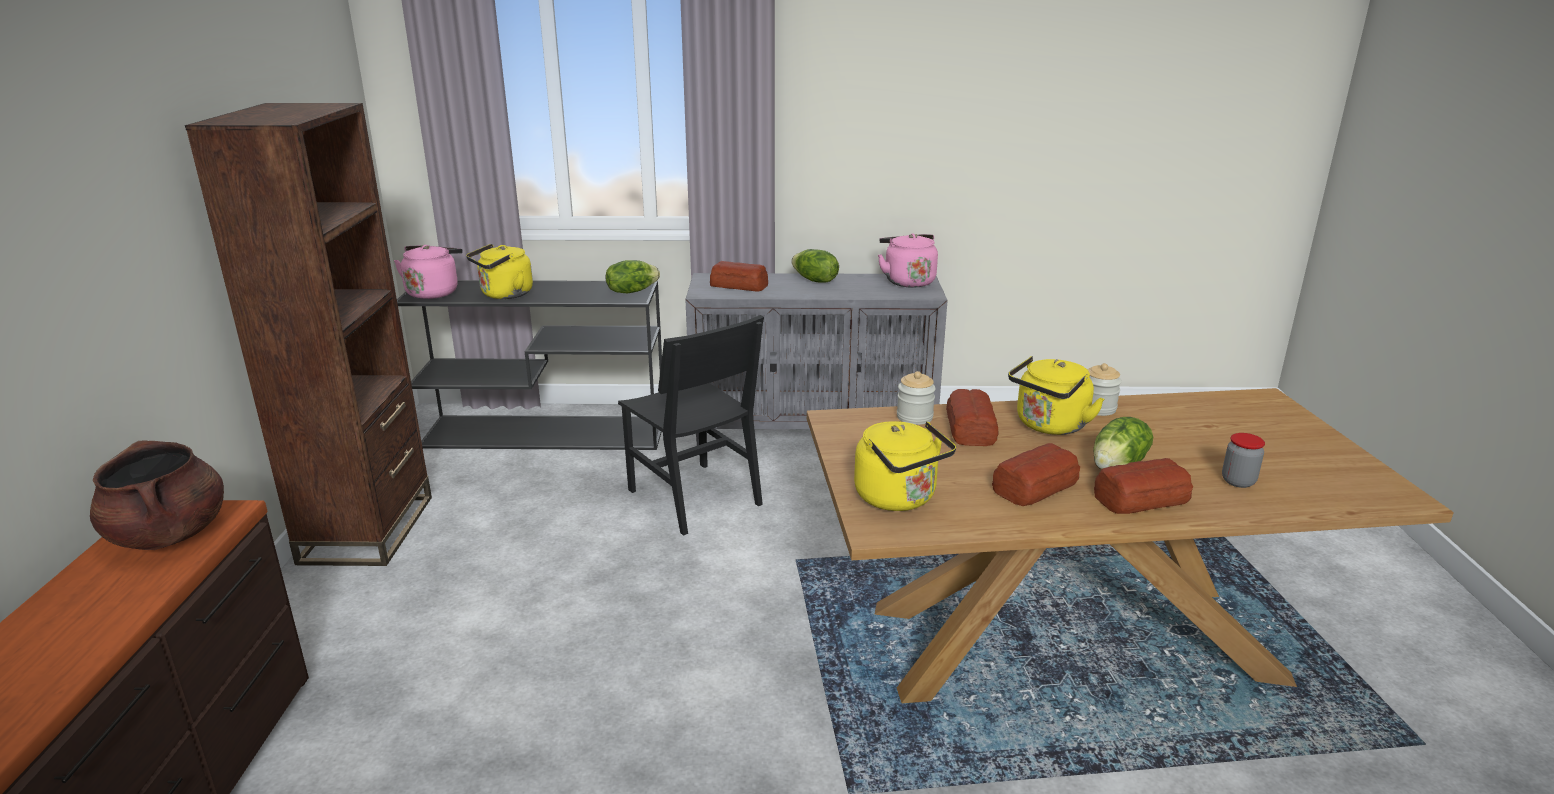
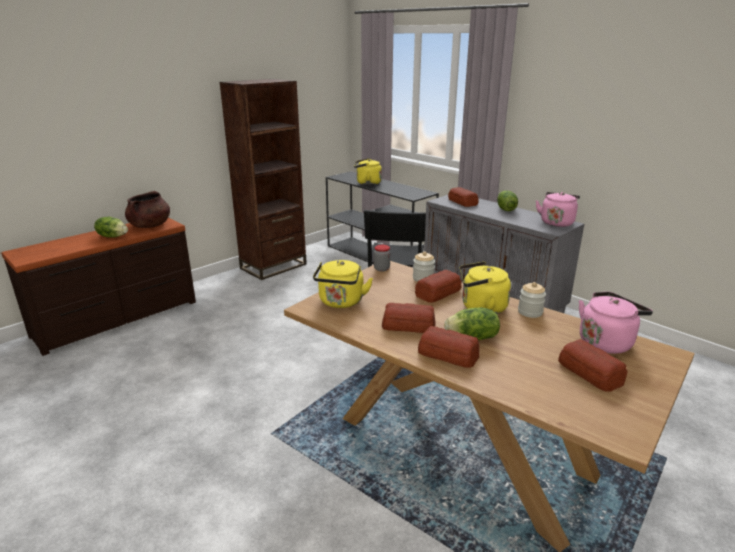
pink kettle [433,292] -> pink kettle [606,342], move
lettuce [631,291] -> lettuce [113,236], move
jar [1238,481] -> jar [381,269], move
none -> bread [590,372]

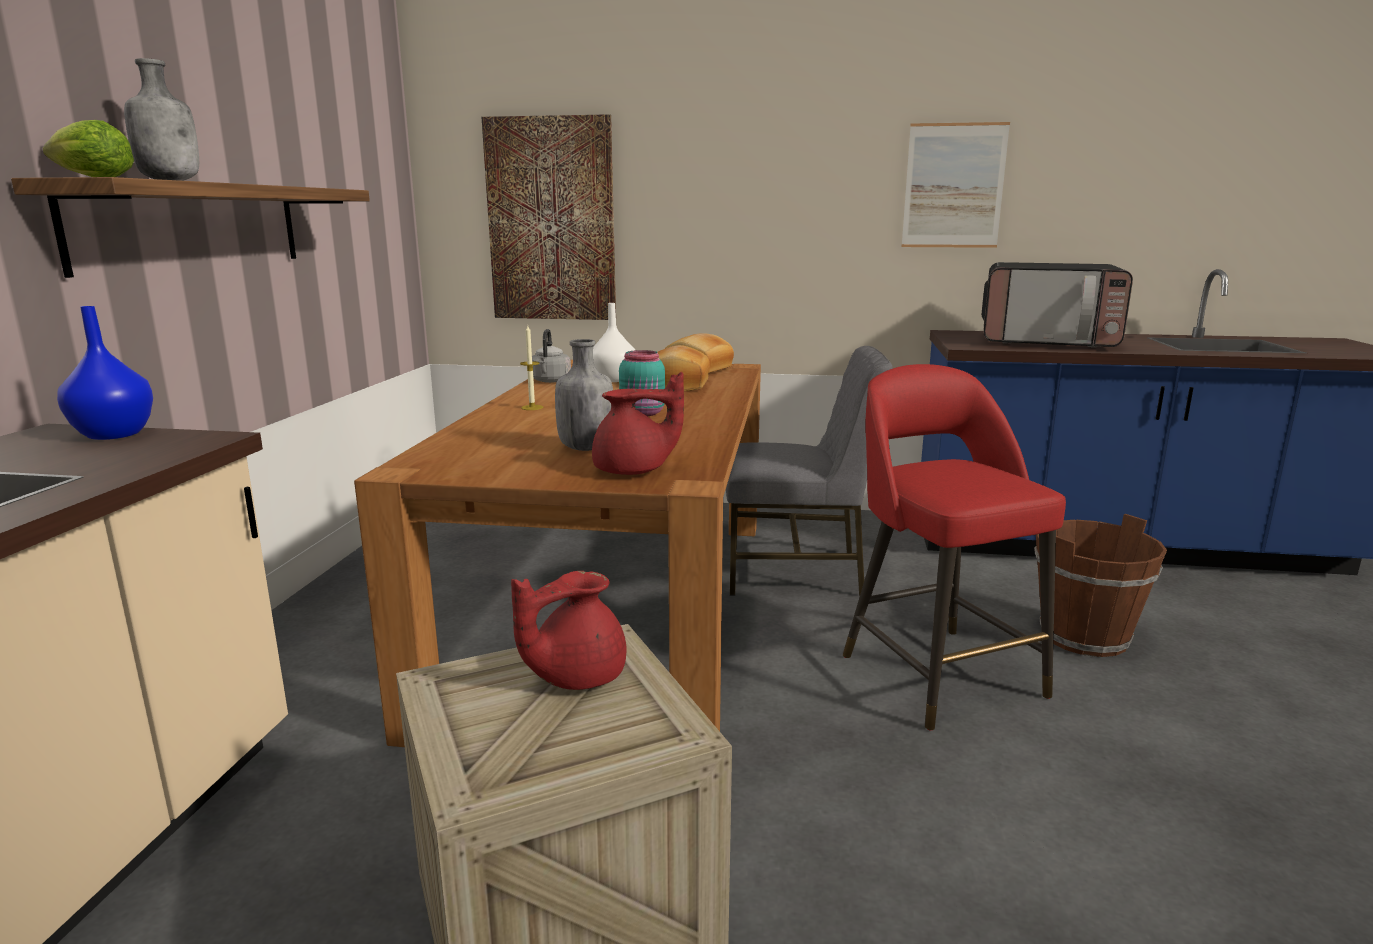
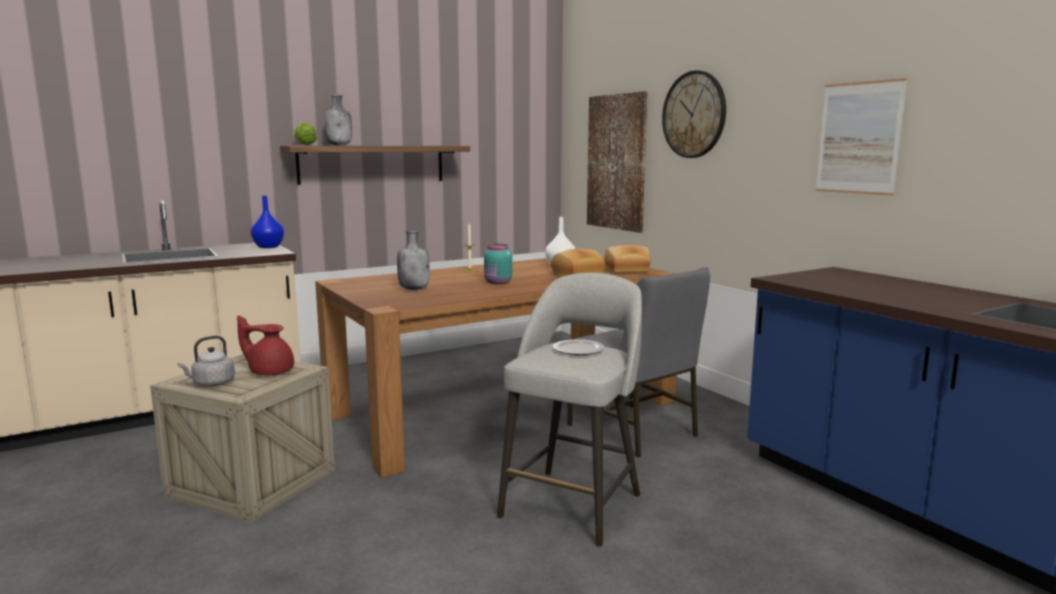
microwave [1048,341] -> none
grey kettle [550,381] -> grey kettle [211,383], move
red stool [938,672] -> grey stool [573,503]
red teapot [634,471] -> none
brown bucket [1084,637] -> none
none -> wall clock [694,115]
none -> plate [577,350]

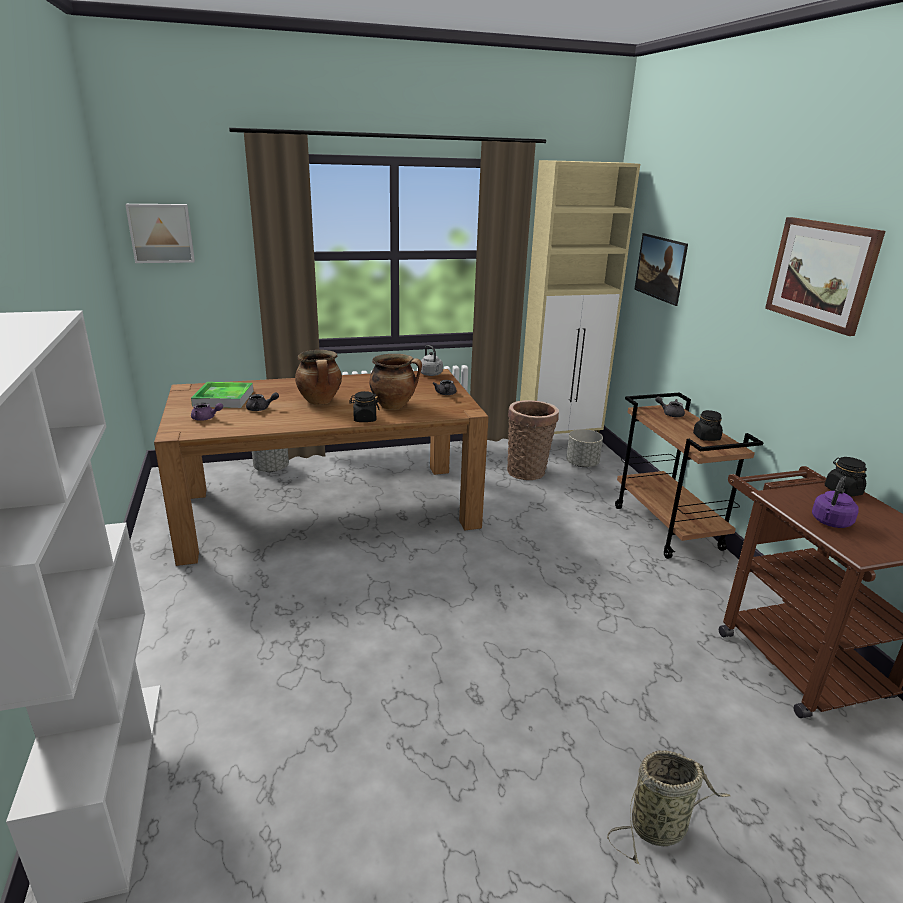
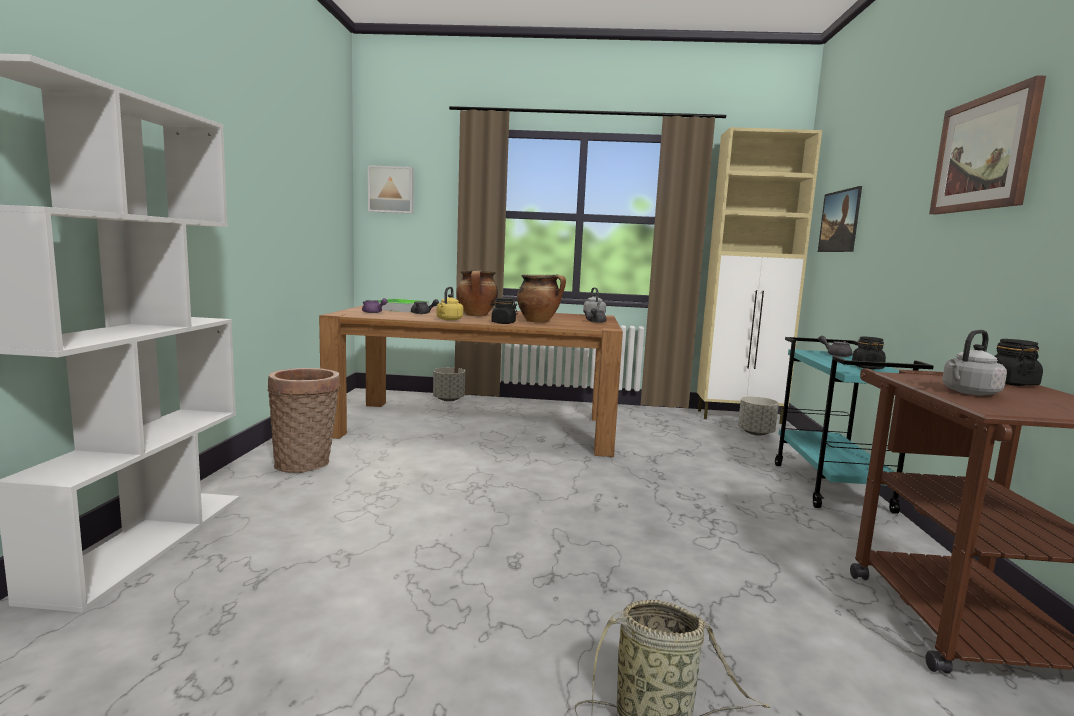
brown cart [668,528] -> turquoise cart [832,487]
basket [528,471] -> basket [306,463], move
purple kettle [830,522] -> grey kettle [968,392]
none -> yellow kettle [449,320]

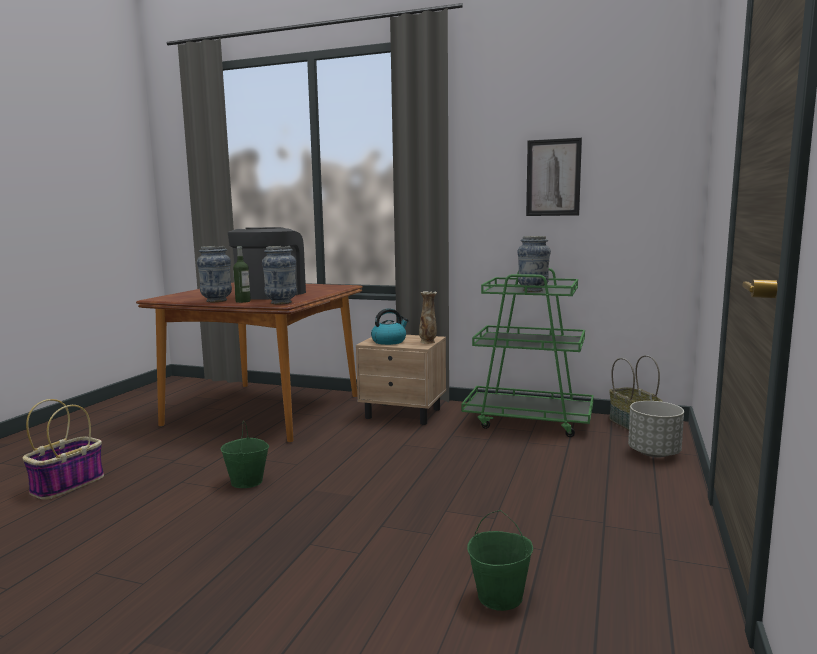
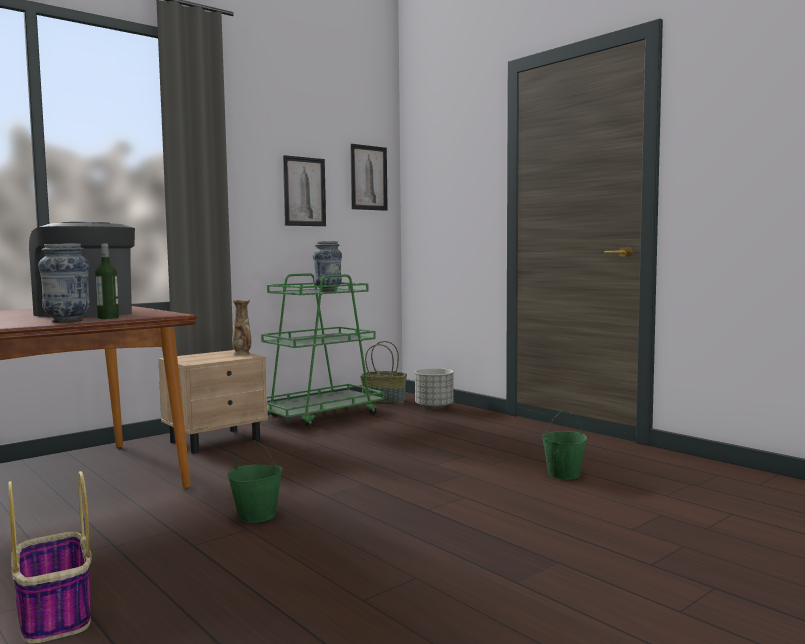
vase [281,303] -> none
kettle [389,341] -> none
none -> picture [368,178]

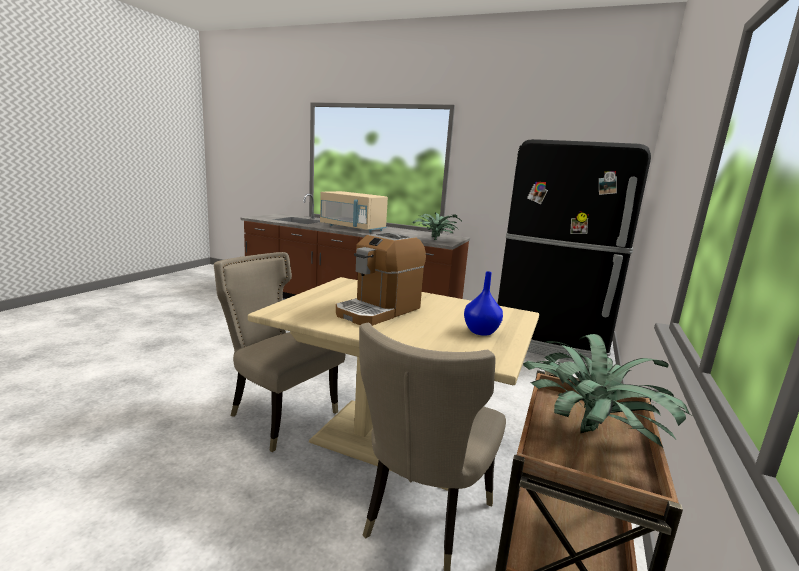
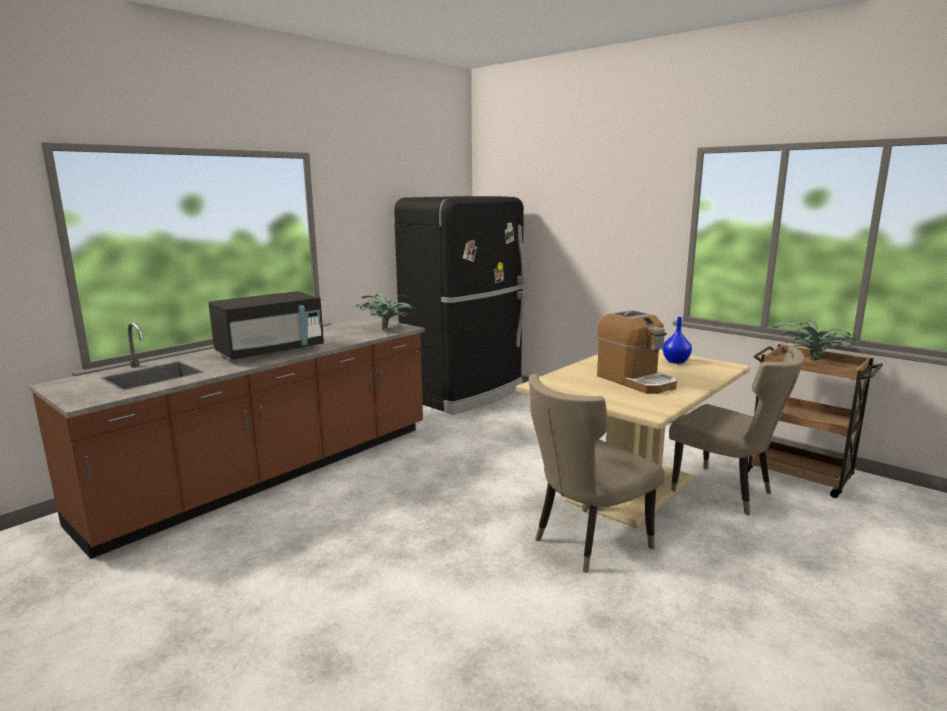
beige microwave [352,228] -> black microwave [270,352]

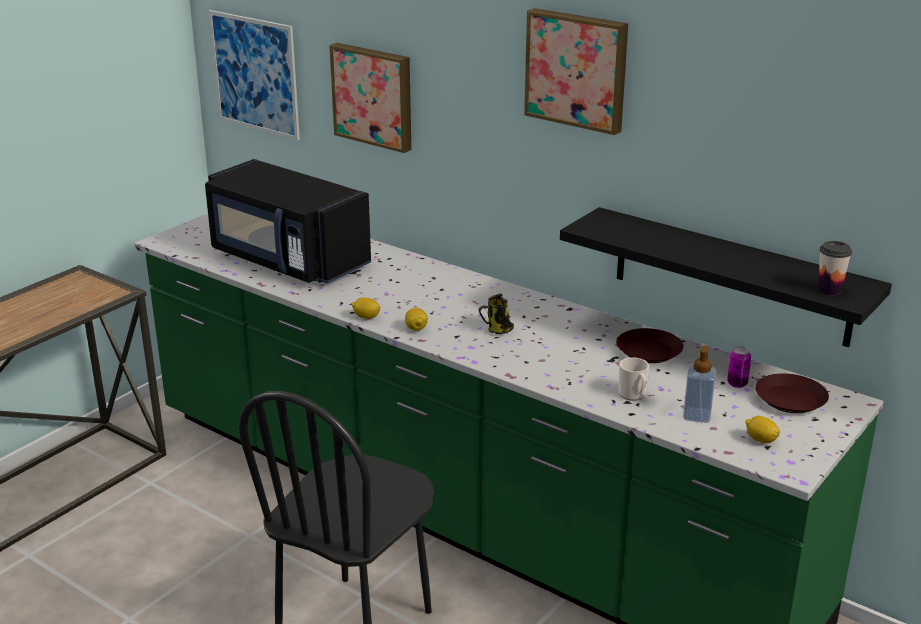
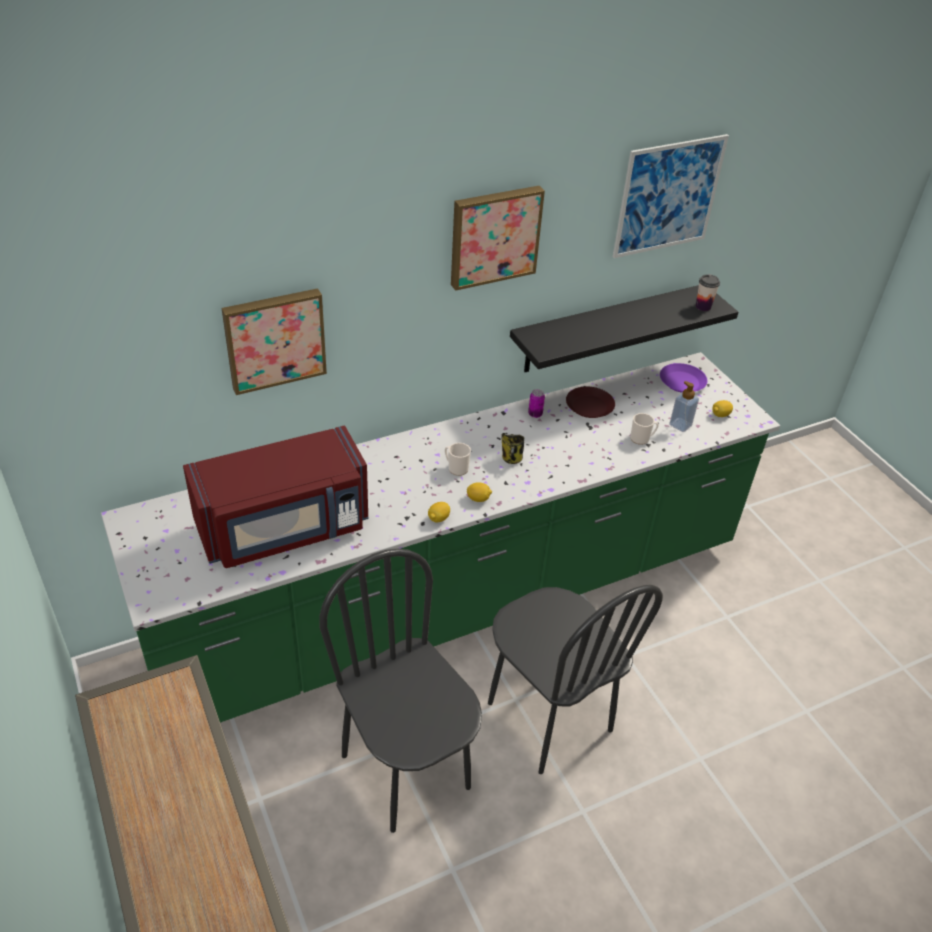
picture [255,74] -> picture [668,196], move
black microwave [287,260] -> red microwave [284,528]
can [737,384] -> can [535,414], move
brown plate [789,399] -> purple plate [681,382]
none -> mug [456,468]
none -> black chair [406,770]

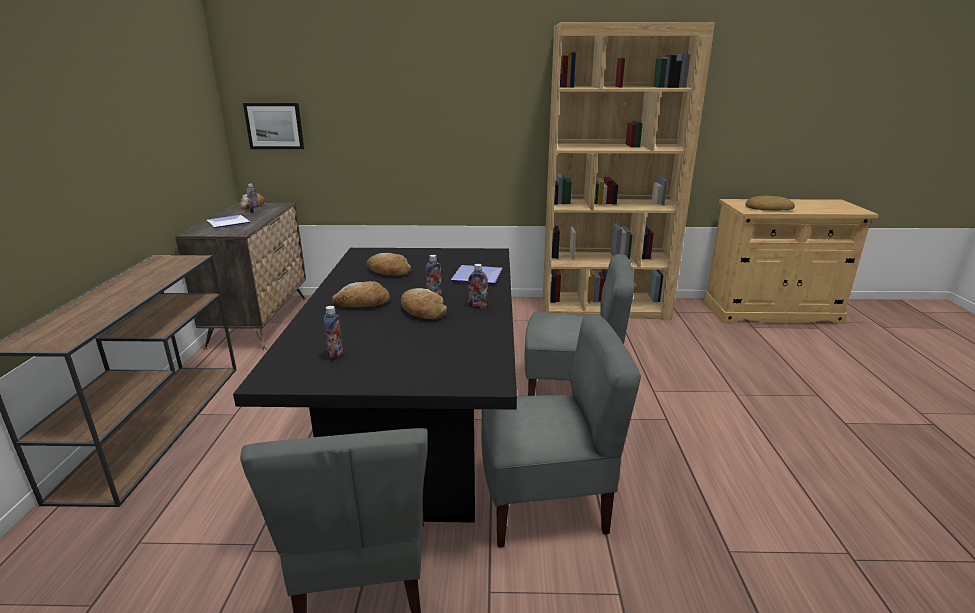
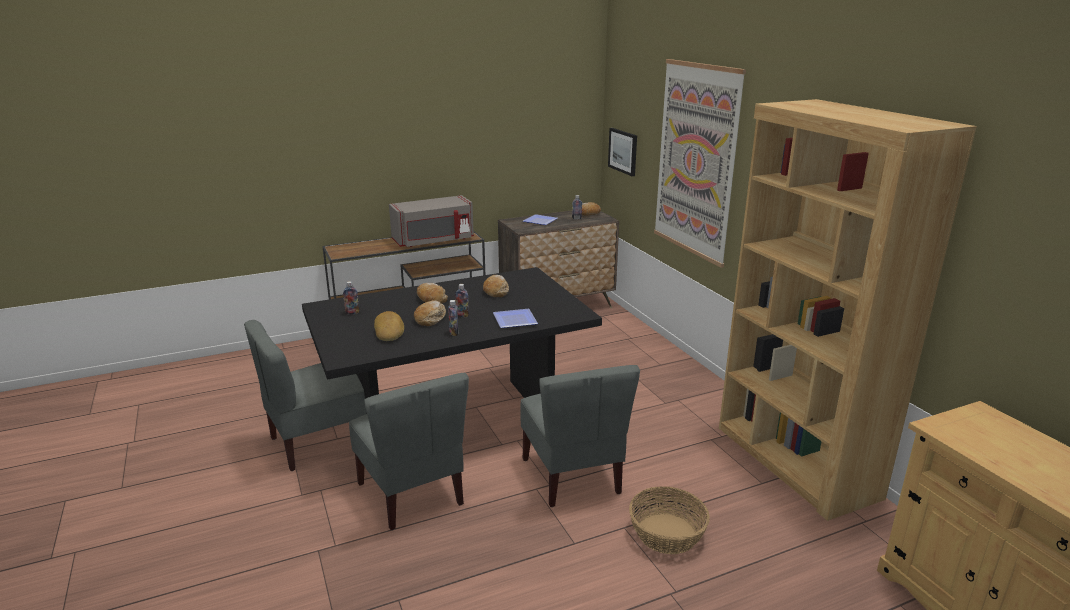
bread [768,208] -> bread [390,330], move
none -> picture [695,161]
none -> grey microwave [434,241]
none -> basket [667,533]

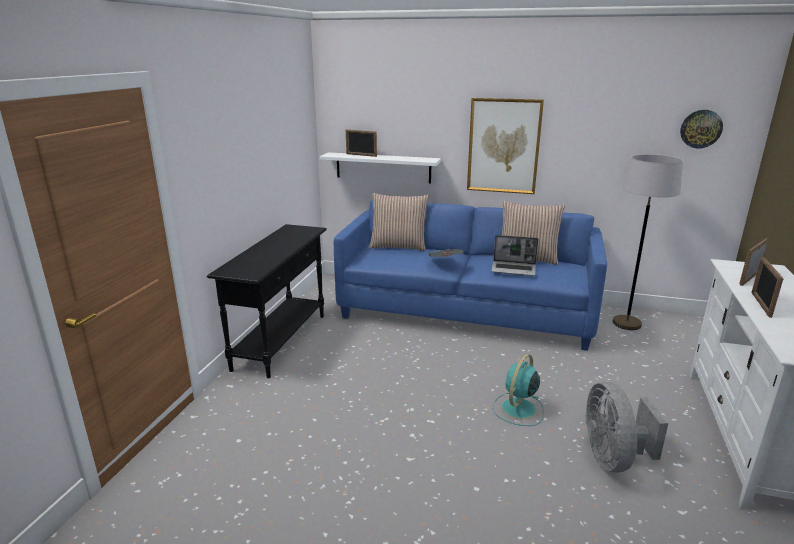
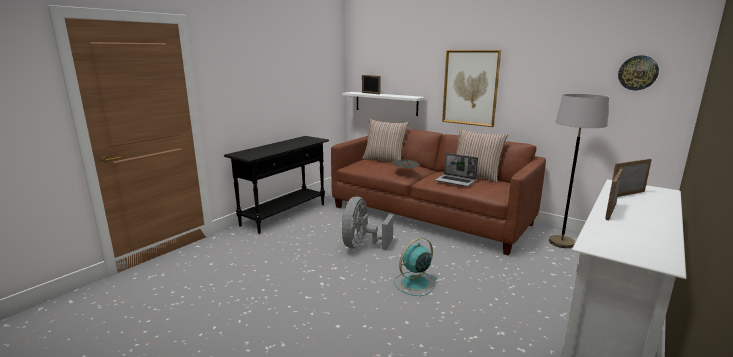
blue sofa [466,311] -> brown sofa [429,215]
grey fan [613,458] -> grey fan [362,245], move

